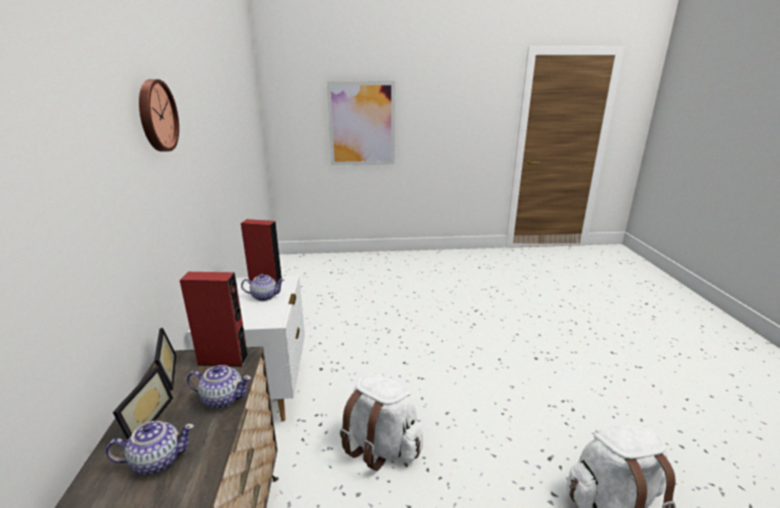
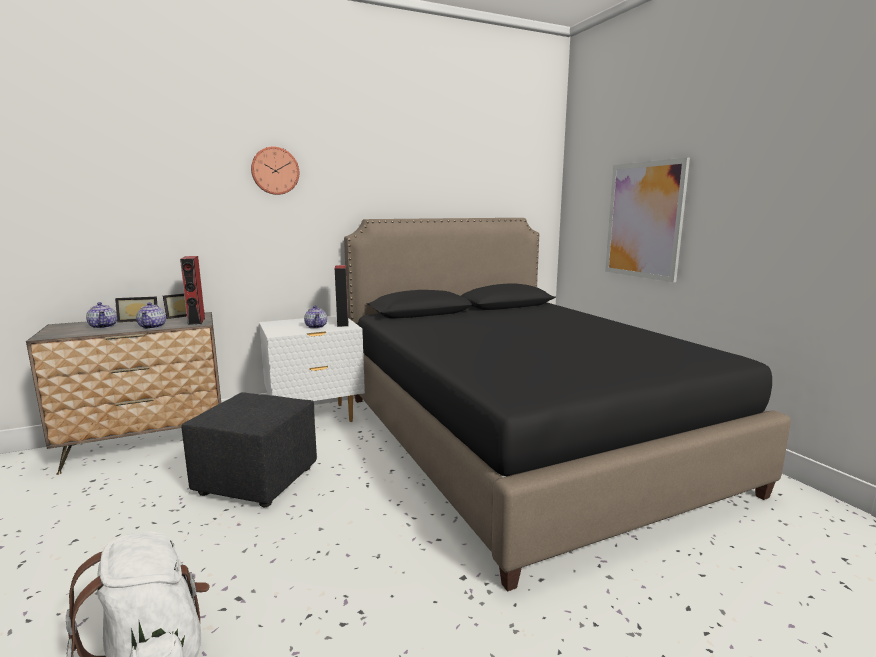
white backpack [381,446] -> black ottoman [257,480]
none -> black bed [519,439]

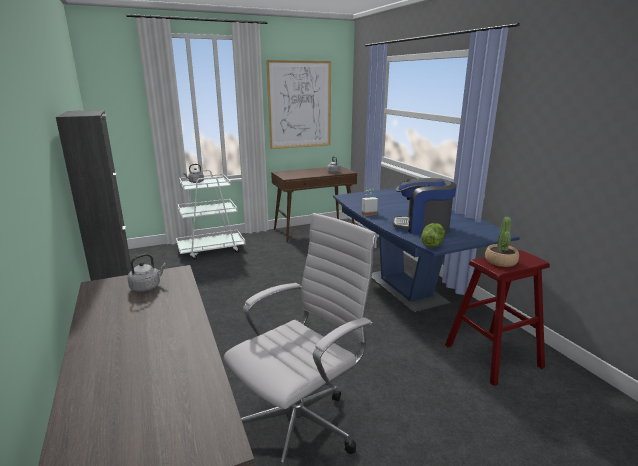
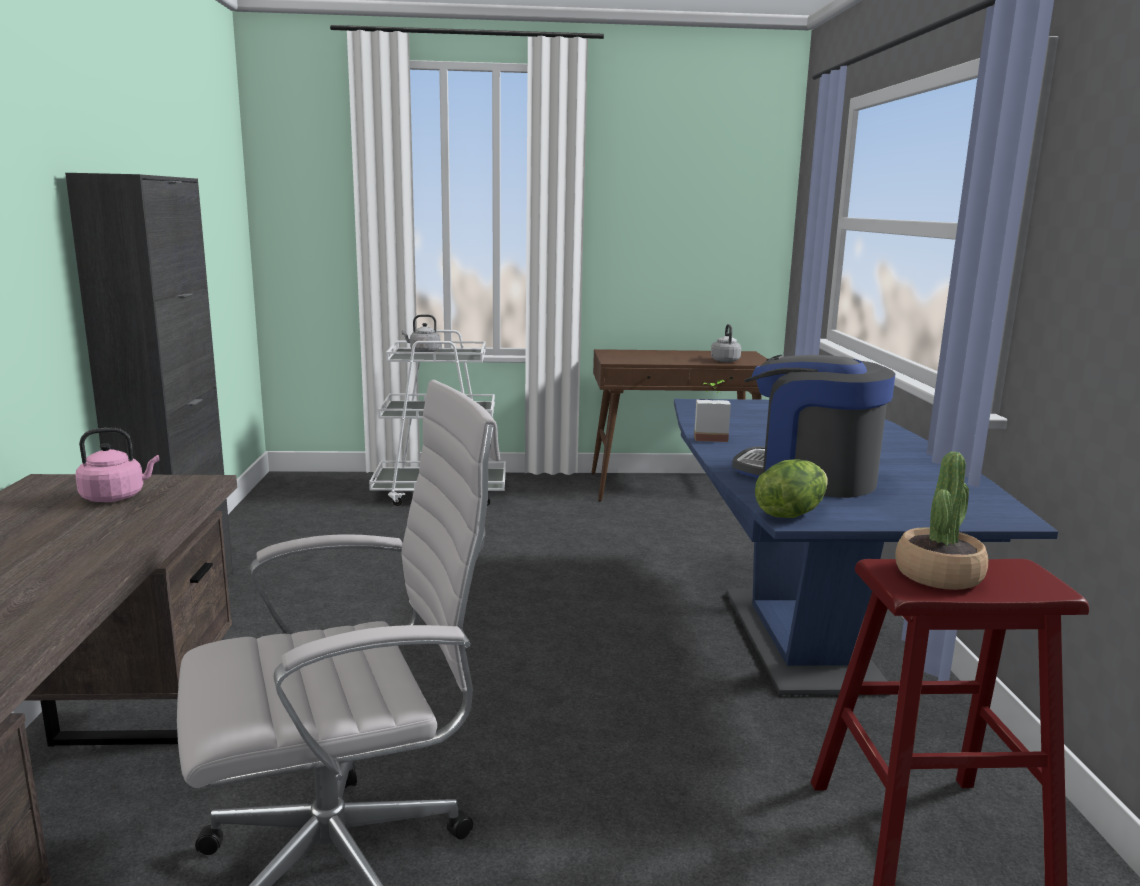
picture [299,105] -> none
grey kettle [147,287] -> pink kettle [116,497]

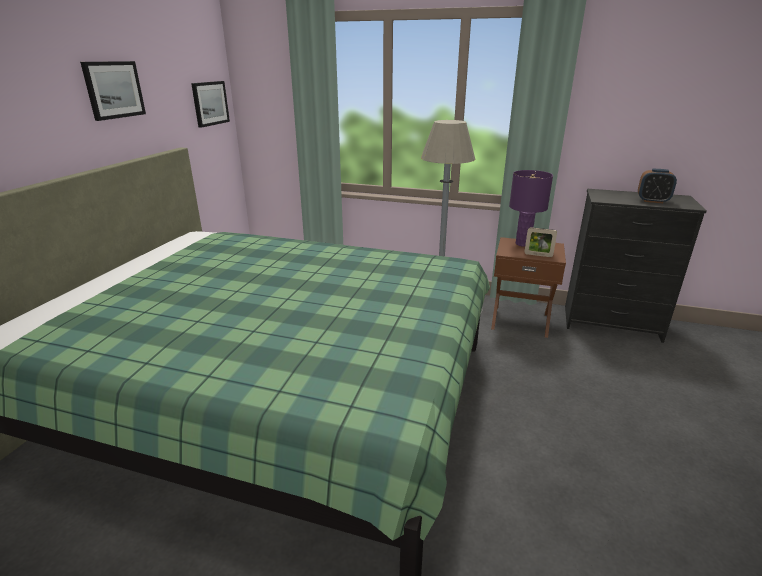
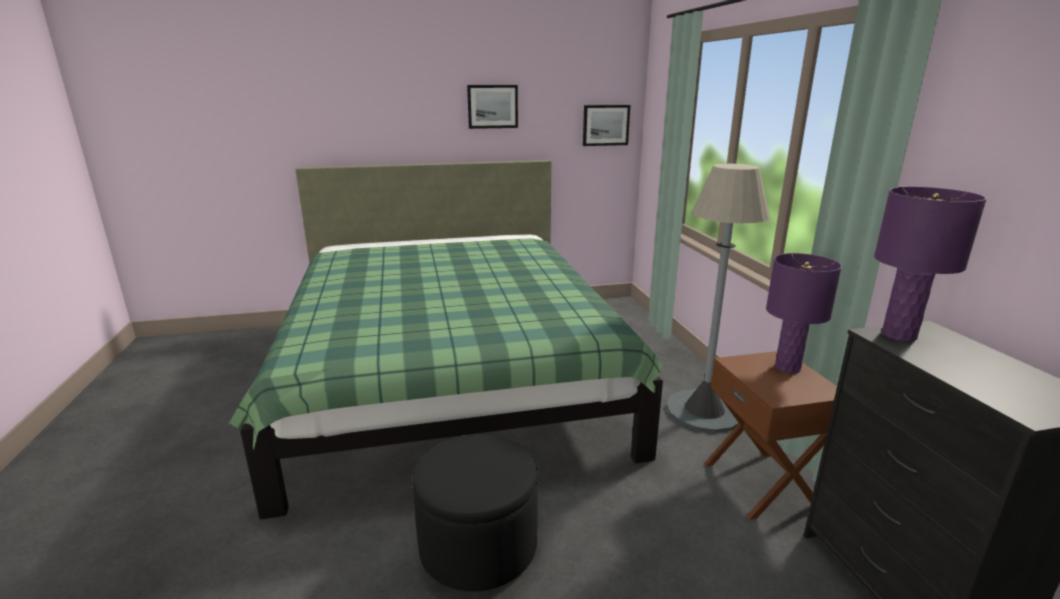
alarm clock [652,201] -> none
picture frame [538,255] -> none
none -> purple table lamp [898,335]
none -> black ottoman [478,546]

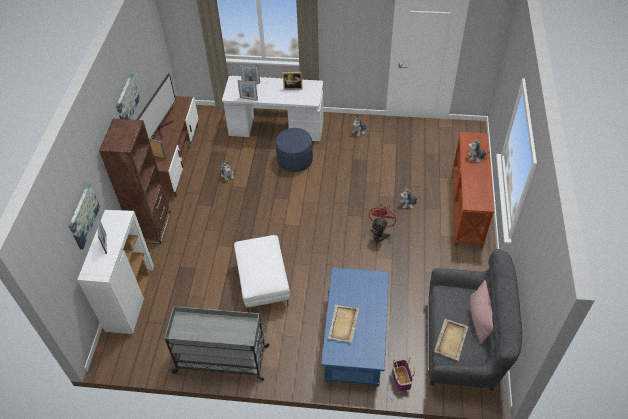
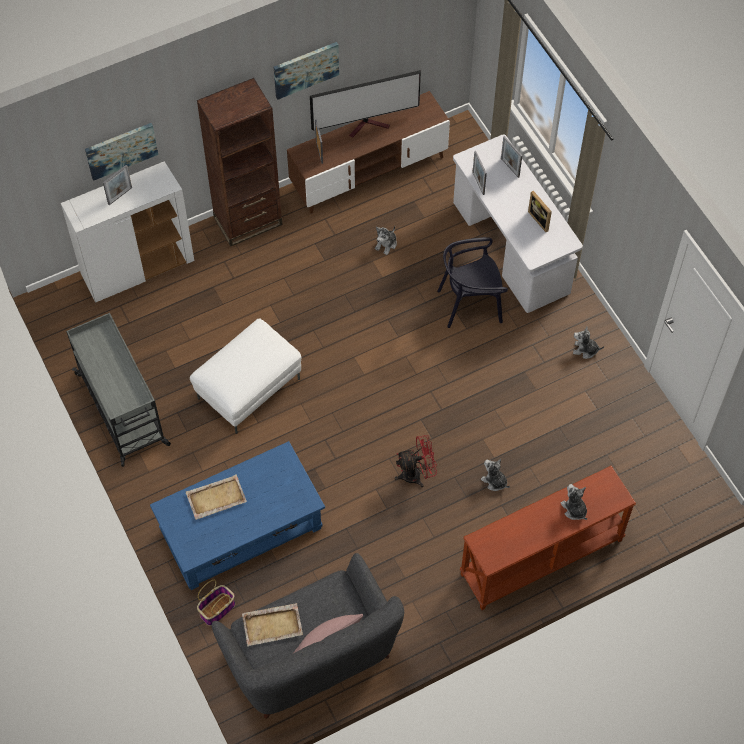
blue ottoman [295,160] -> black chair [470,304]

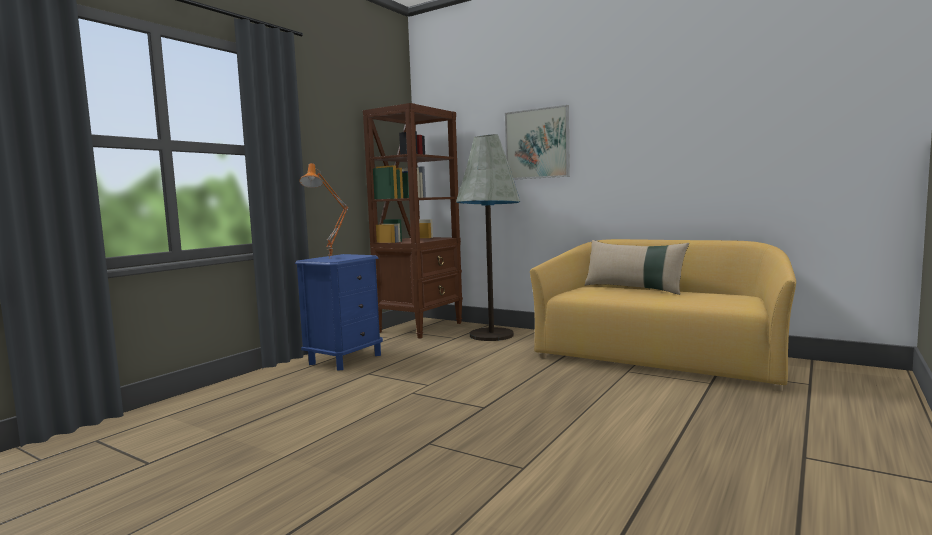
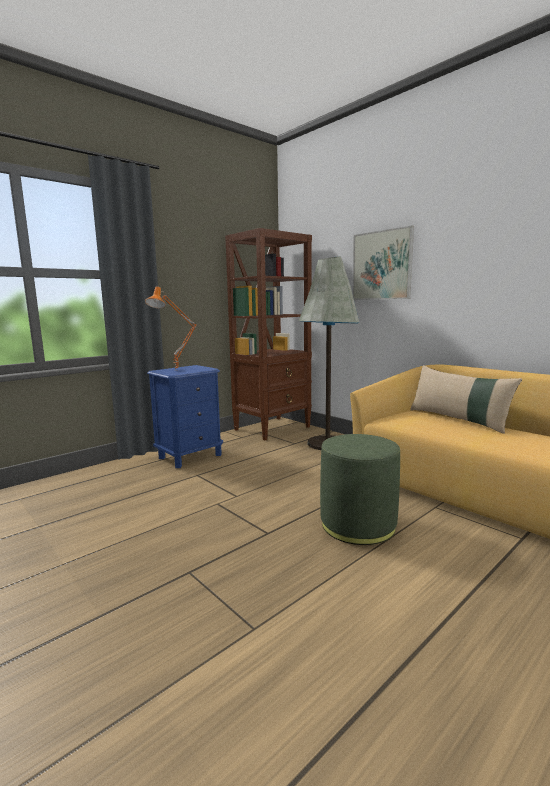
none -> green ottoman [358,524]

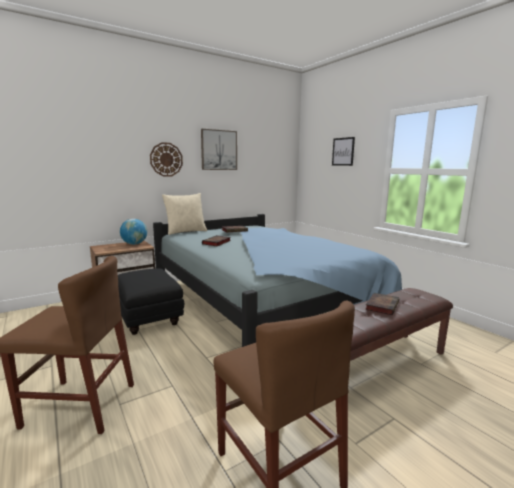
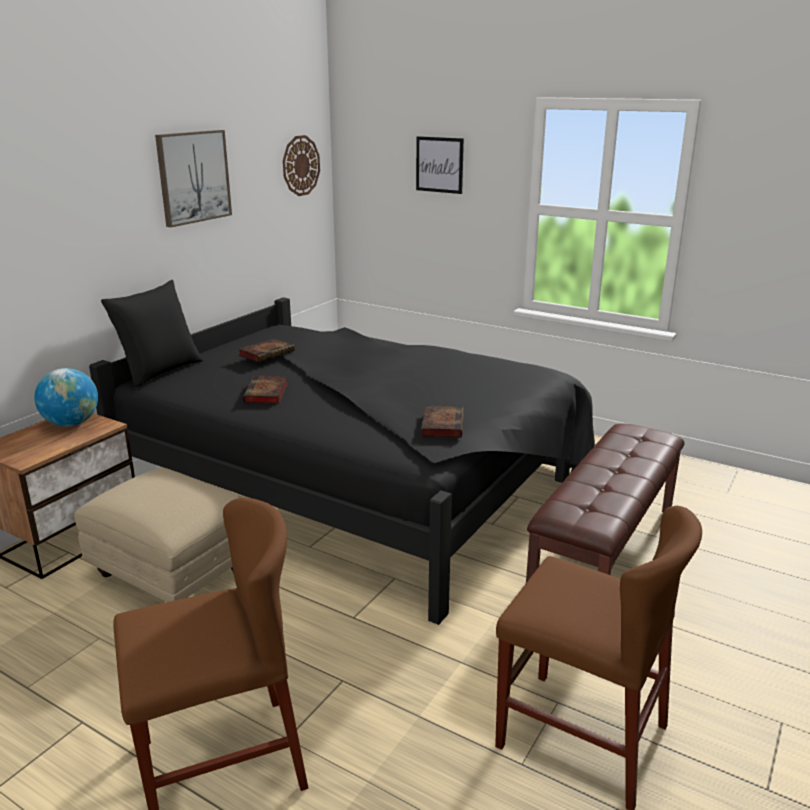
wall clock [166,159] -> wall clock [300,165], move
beige pillow [185,232] -> black pillow [159,371]
blue bed [265,301] -> black bed [362,483]
black ottoman [148,319] -> beige ottoman [174,575]
book [382,306] -> book [442,425], move

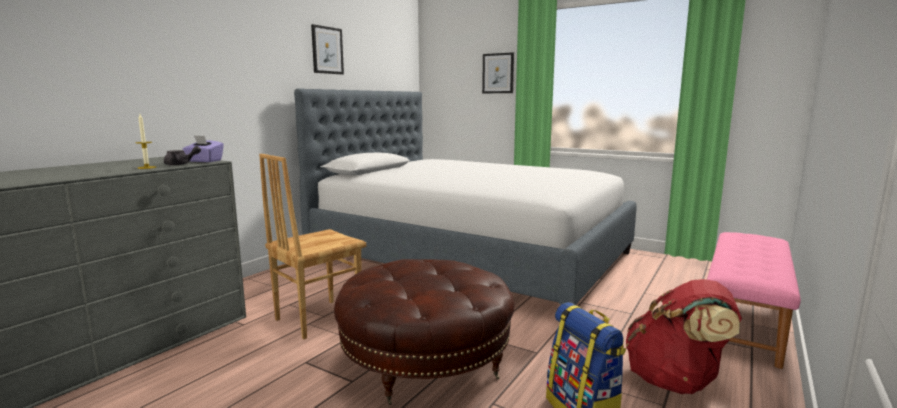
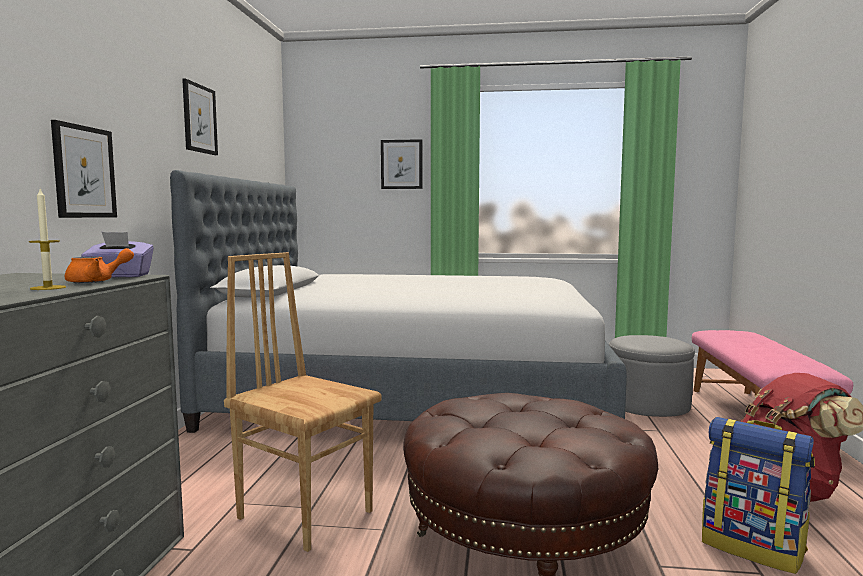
grey teapot [181,164] -> orange teapot [97,281]
brown chair [317,318] -> brown chair [306,513], 105 degrees clockwise
none -> picture [84,172]
none -> grey ottoman [647,404]

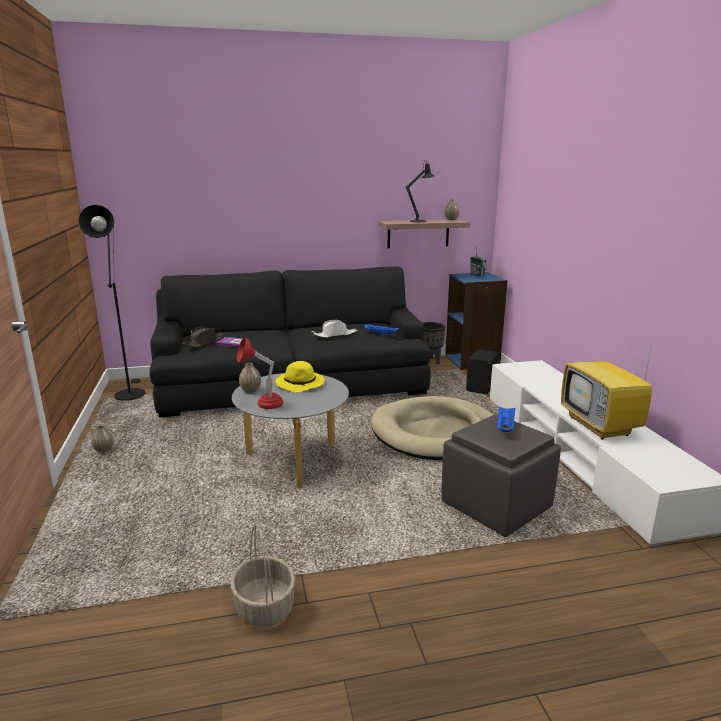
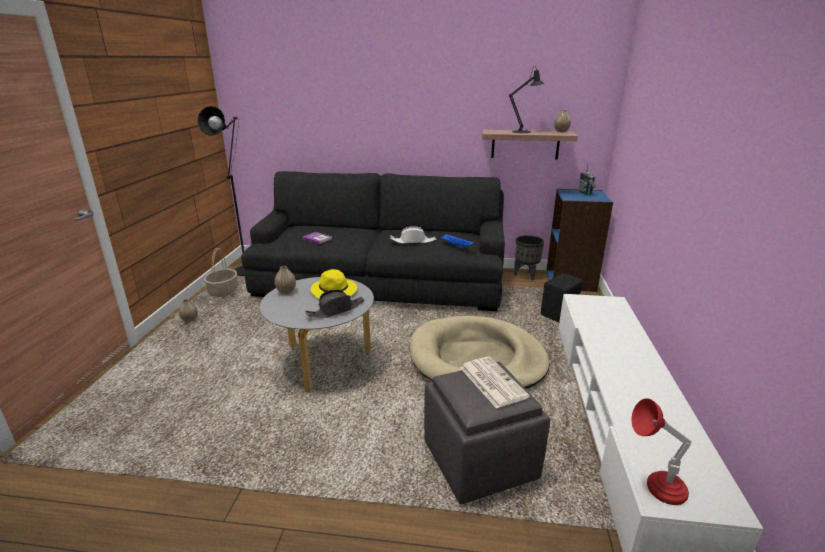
black hat [204,342] -> black hat [336,310], move
television [601,427] -> none
red table lamp [262,404] -> red table lamp [654,488], move
blue tray [505,426] -> newspaper [491,381]
basket [264,607] -> basket [223,291], move

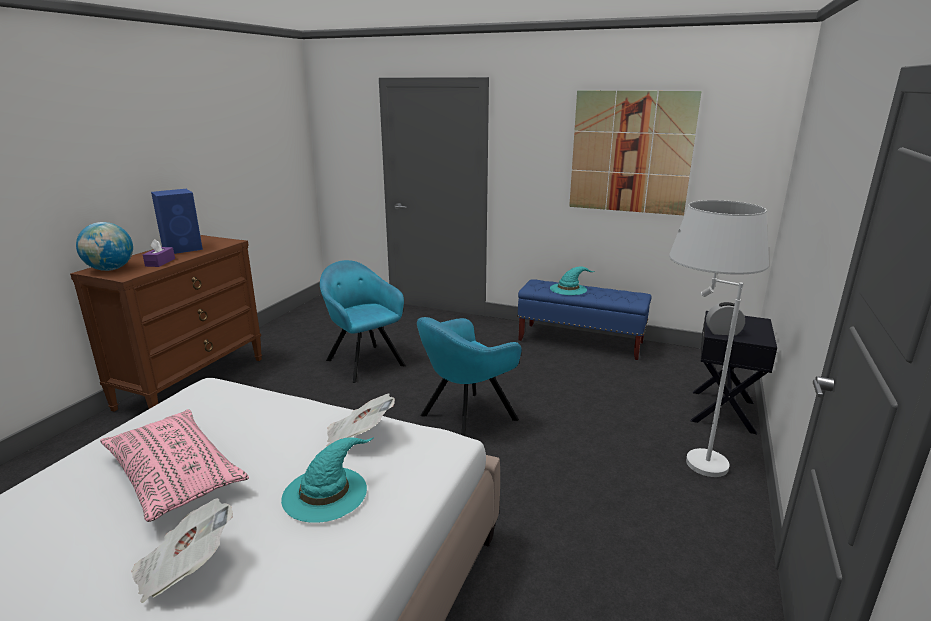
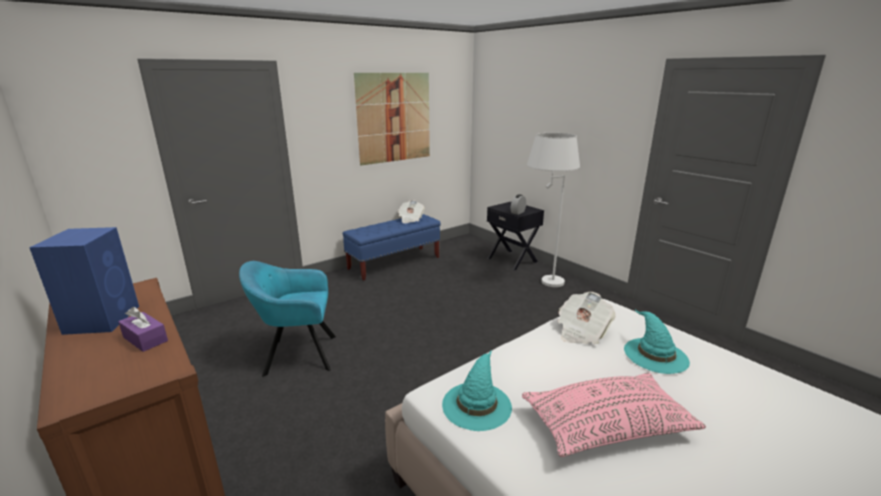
globe [110,269] -> none
turquoise hat [568,289] -> turquoise hat [476,404], move
turquoise armchair [465,419] -> none
newspaper [185,568] -> newspaper [410,219], move

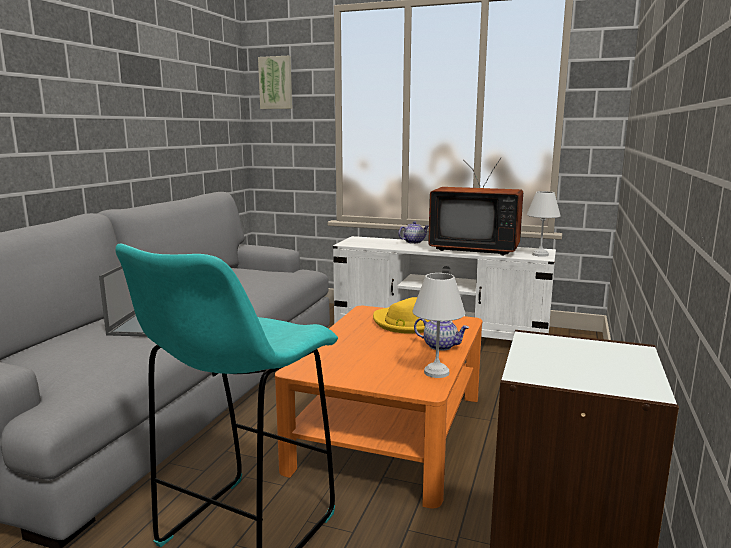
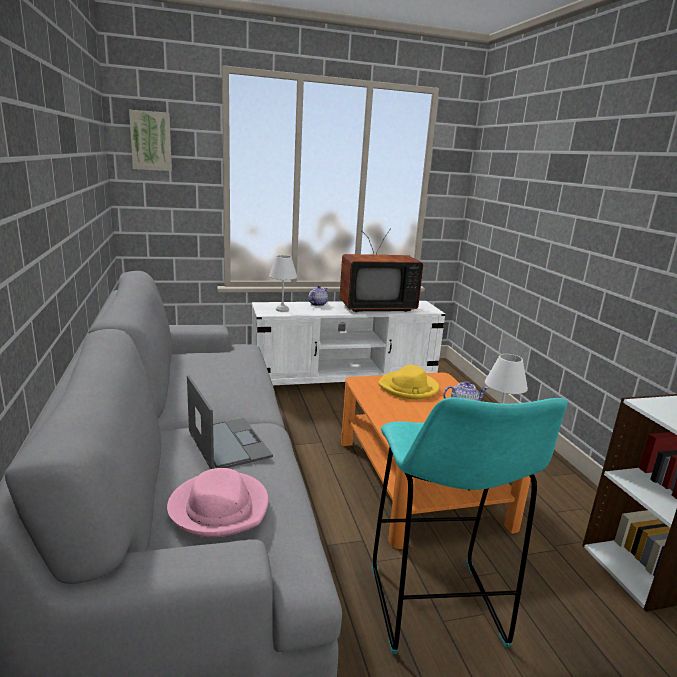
white table lamp [539,254] -> white table lamp [282,310], move
none -> pink hat [220,507]

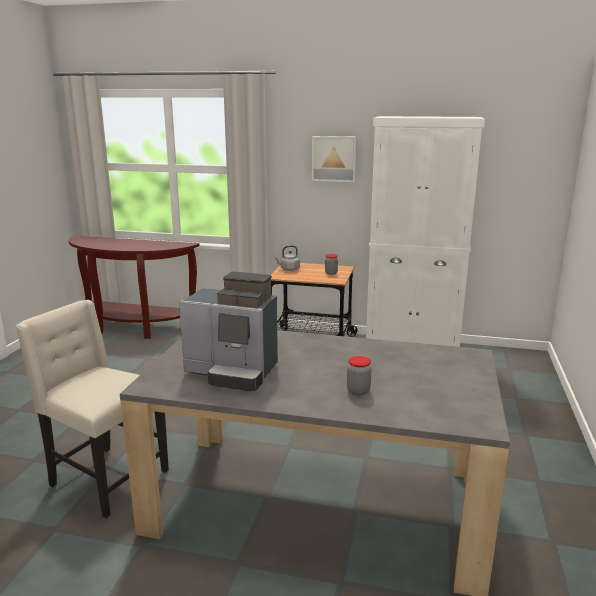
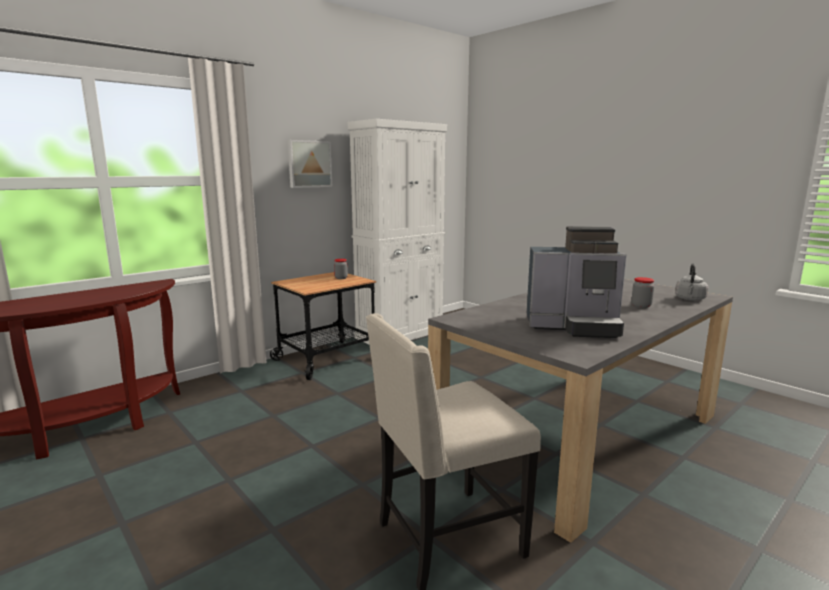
grey kettle [289,269] -> grey kettle [690,299], move
coffee machine [233,372] -> coffee machine [574,326], 45 degrees clockwise

